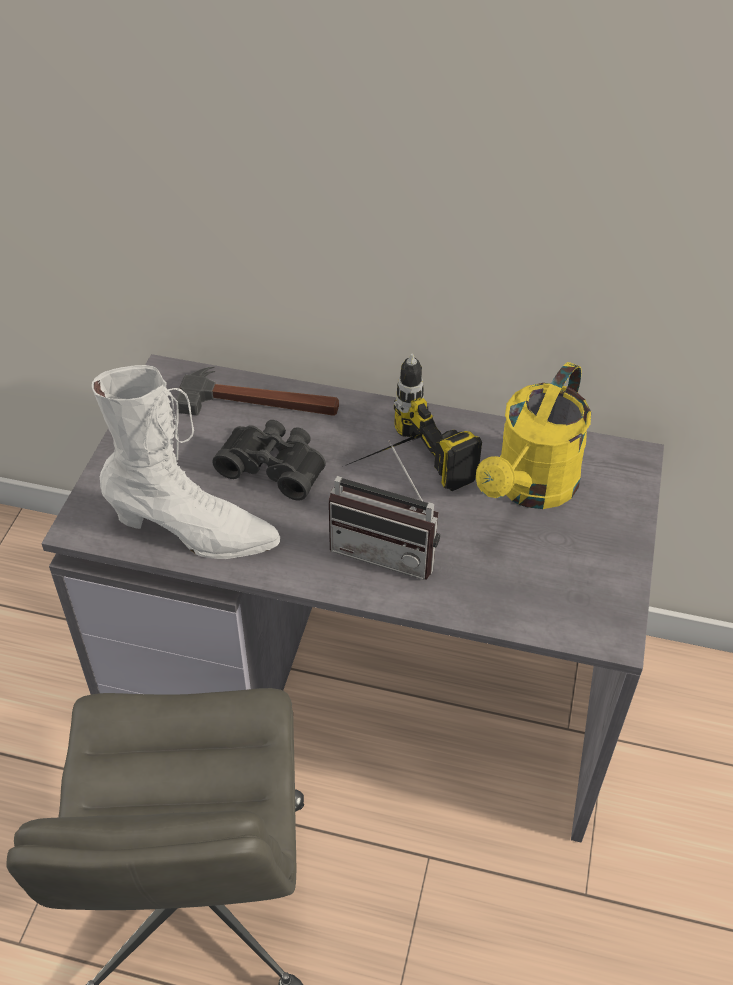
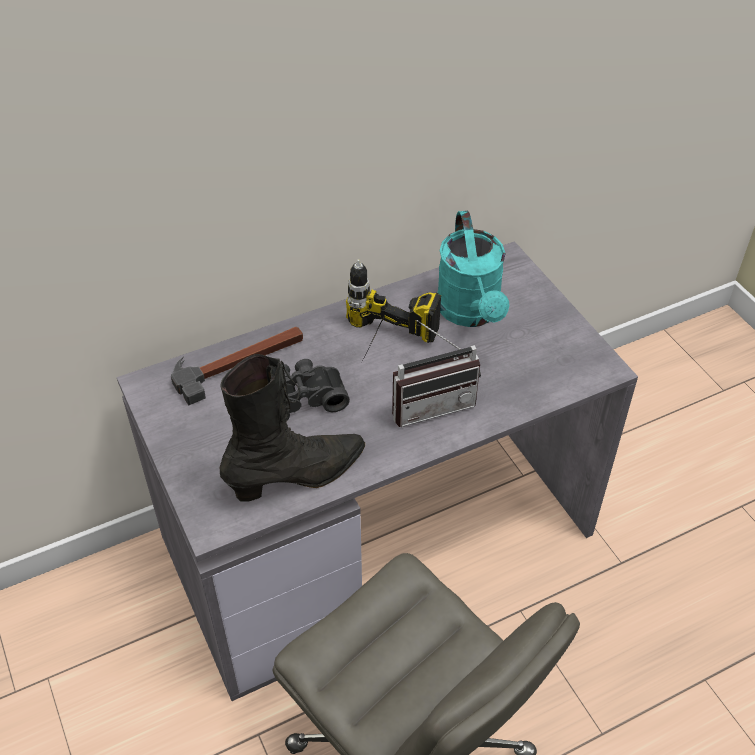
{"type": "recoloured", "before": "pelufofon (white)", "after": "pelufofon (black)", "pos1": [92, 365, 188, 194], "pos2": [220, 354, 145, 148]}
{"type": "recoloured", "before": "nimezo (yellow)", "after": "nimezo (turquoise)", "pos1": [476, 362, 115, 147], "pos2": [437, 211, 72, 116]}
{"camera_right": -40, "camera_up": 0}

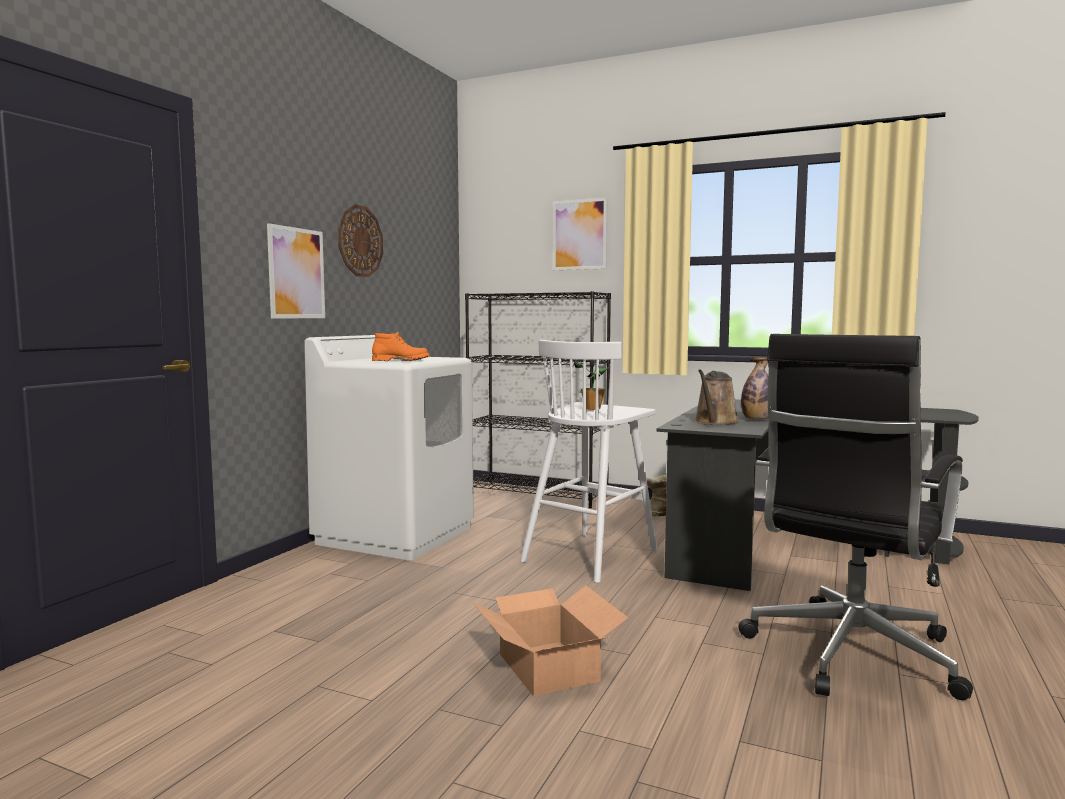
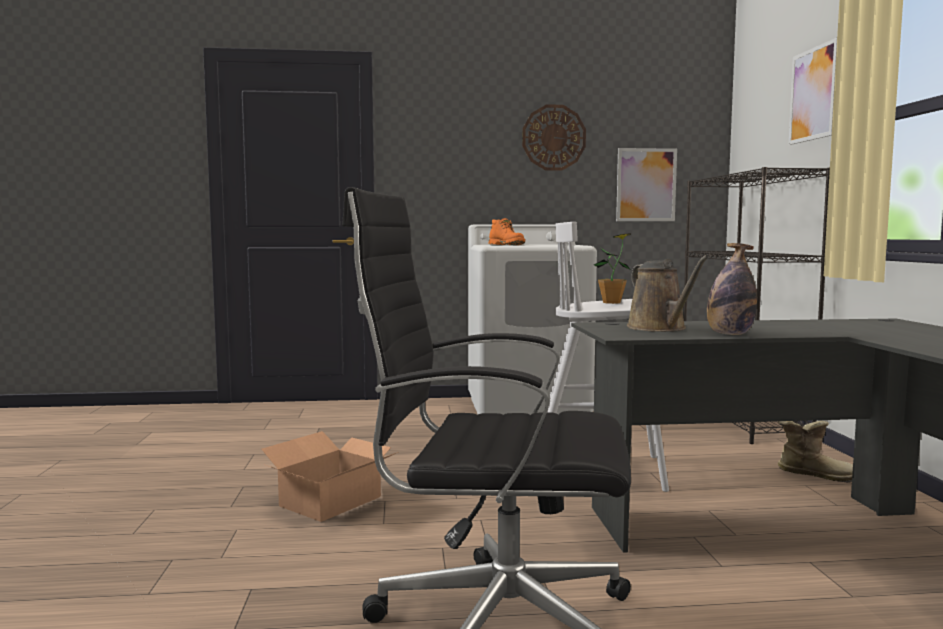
{"type": "moved", "before": "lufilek", "pos1": [267, 223, 58, 95], "pos2": [616, 148, 61, 73]}
{"type": "turned", "before": "nimezo (brown)", "pos1": [694, 369, 45, 56], "pos2": [627, 255, 83, 77], "turn": -105}
{"camera_right": 60, "camera_up": 0}

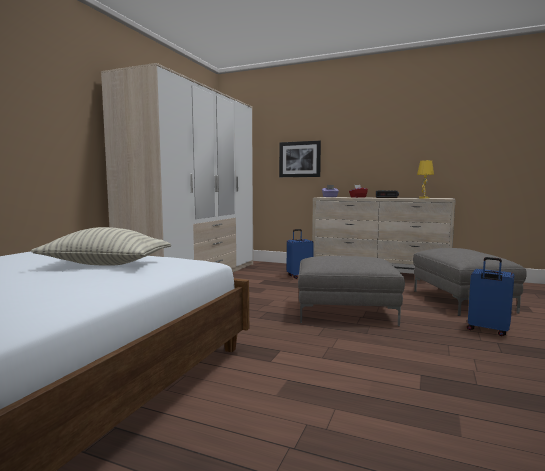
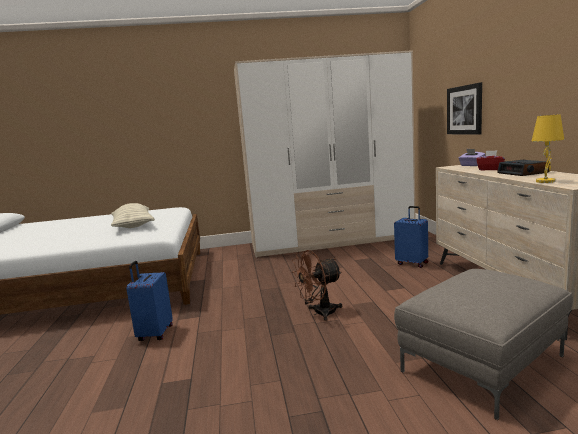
{"type": "moved", "before": "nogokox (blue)", "pos1": [467, 257, 47, 79], "pos2": [126, 261, 47, 80]}
{"type": "replaced", "before": "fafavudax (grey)", "after": "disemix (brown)", "pos1": [298, 256, 107, 70], "pos2": [291, 250, 51, 71]}
{"camera_right": 60, "camera_up": 5}

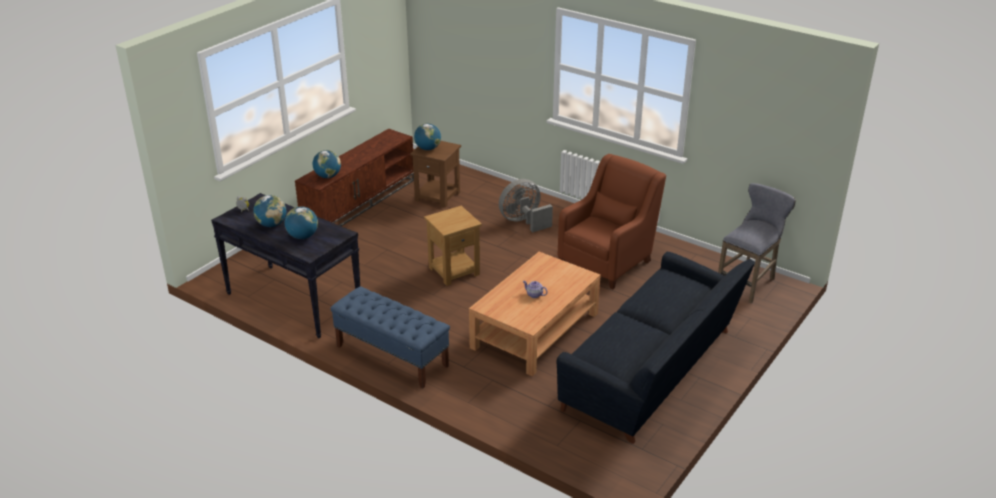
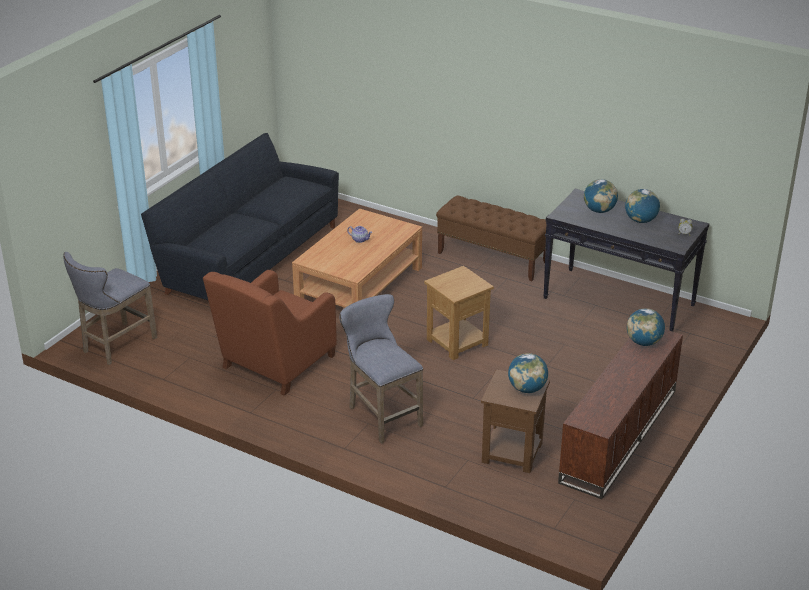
{"type": "replaced", "before": "disemix (grey)", "after": "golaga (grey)", "pos1": [499, 179, 54, 53], "pos2": [339, 294, 84, 150]}
{"type": "recoloured", "before": "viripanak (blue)", "after": "viripanak (brown)", "pos1": [330, 286, 120, 102], "pos2": [436, 195, 111, 86]}
{"camera_right": 175, "camera_up": 0}

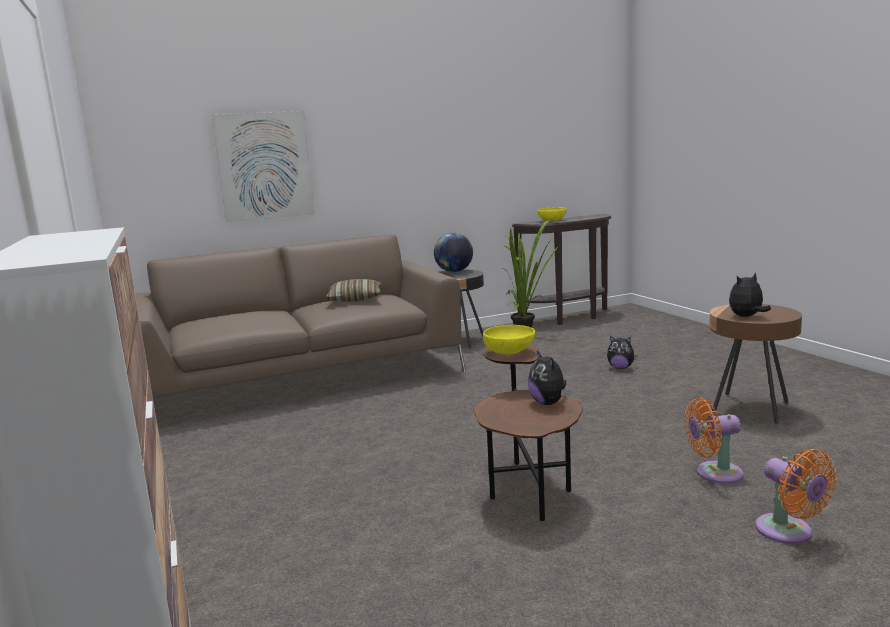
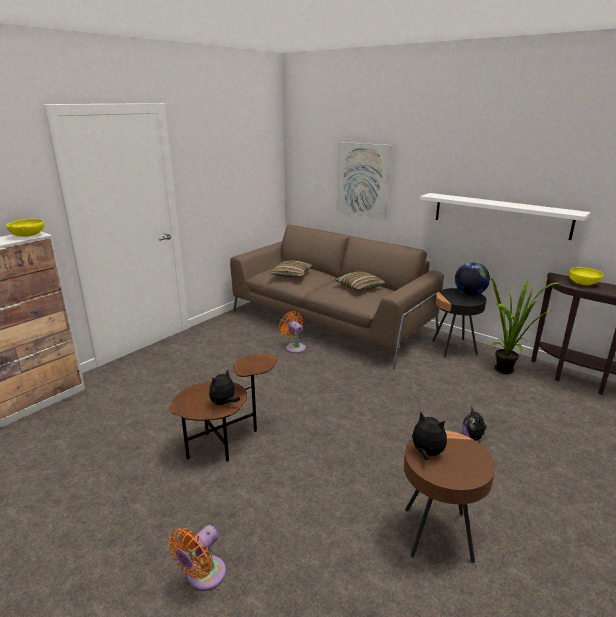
{"type": "added", "after": "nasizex", "pos2": [269, 260, 43, 18]}
{"type": "added", "after": "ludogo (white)", "pos2": [420, 193, 171, 47]}
{"type": "moved", "before": "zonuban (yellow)", "pos1": [483, 325, 52, 30], "pos2": [7, 219, 38, 18]}
{"type": "moved", "before": "disemix (orange)", "pos1": [685, 398, 58, 86], "pos2": [279, 311, 27, 42]}
{"camera_right": 60, "camera_up": 10}

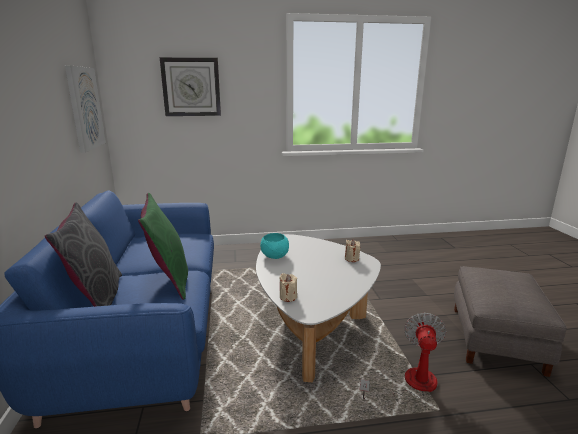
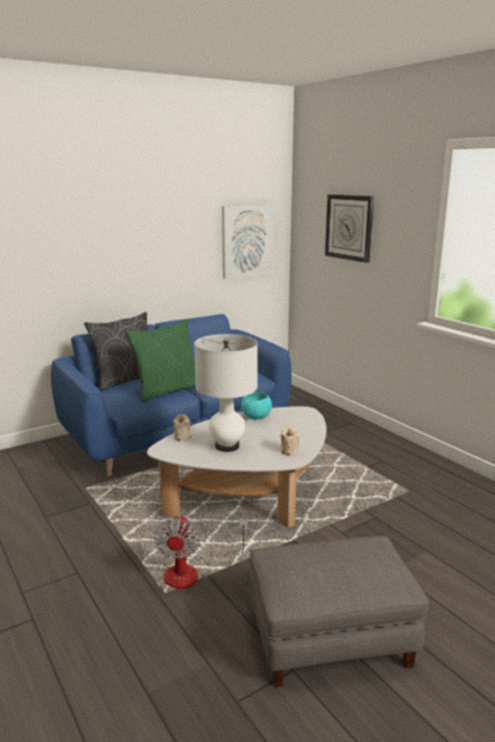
{"type": "added", "after": "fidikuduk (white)", "pos2": [194, 334, 64, 118]}
{"type": "turned", "before": "disemix", "pos1": [360, 313, 86, 90], "pos2": [154, 515, 94, 74], "turn": 105}
{"camera_right": 65, "camera_up": 0}

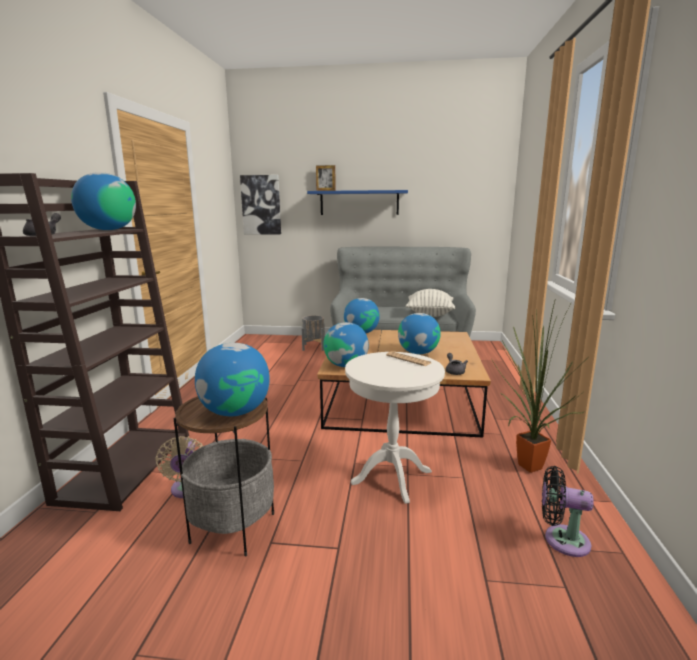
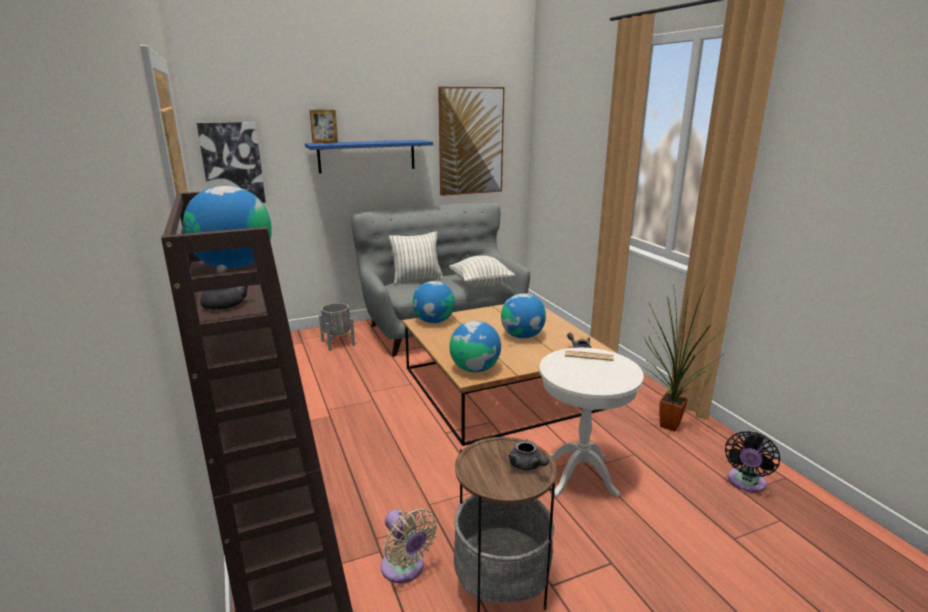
{"type": "added", "after": "nasizex", "pos2": [389, 232, 54, 53]}
{"type": "added", "after": "lufilek", "pos2": [438, 87, 67, 109]}
{"type": "replaced", "before": "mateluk", "after": "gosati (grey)", "pos1": [195, 343, 75, 73], "pos2": [508, 440, 41, 31]}
{"type": "turned", "before": "disemix (black)", "pos1": [542, 466, 52, 91], "pos2": [725, 431, 55, 62], "turn": -45}
{"camera_right": -30, "camera_up": 5}

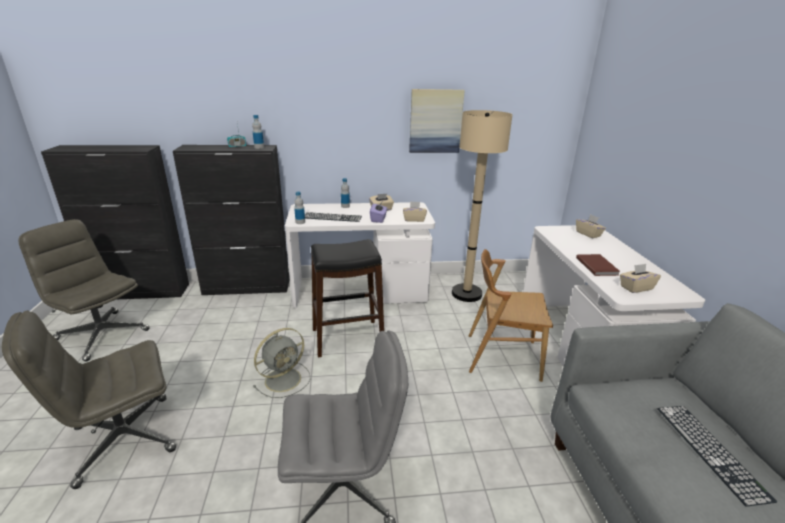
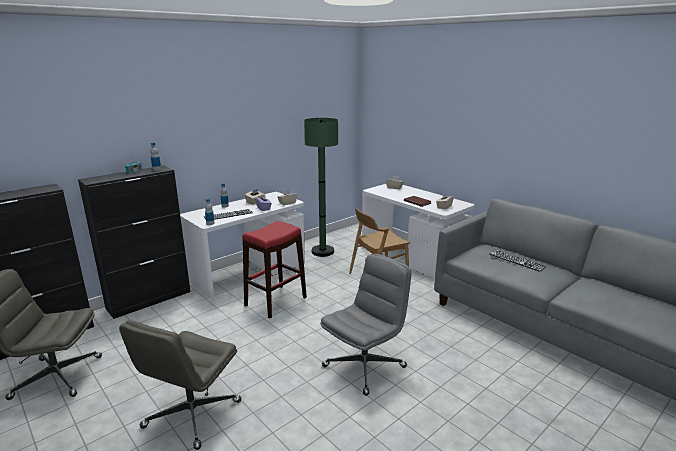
{"type": "removed", "before": "disemix (grey)", "pos1": [253, 328, 57, 70]}
{"type": "removed", "before": "lufilek", "pos1": [409, 89, 56, 64]}
{"type": "recoloured", "before": "golaga (black)", "after": "golaga (red)", "pos1": [311, 239, 73, 119], "pos2": [242, 221, 65, 98]}
{"type": "recoloured", "before": "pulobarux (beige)", "after": "pulobarux (green)", "pos1": [452, 110, 61, 192], "pos2": [304, 118, 34, 139]}
{"camera_right": -35, "camera_up": -5}

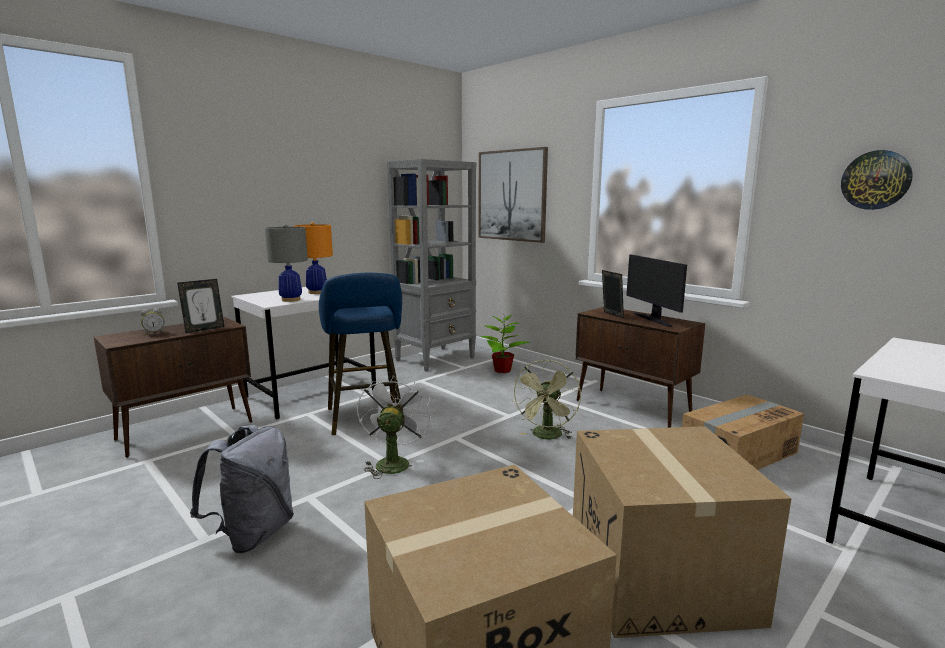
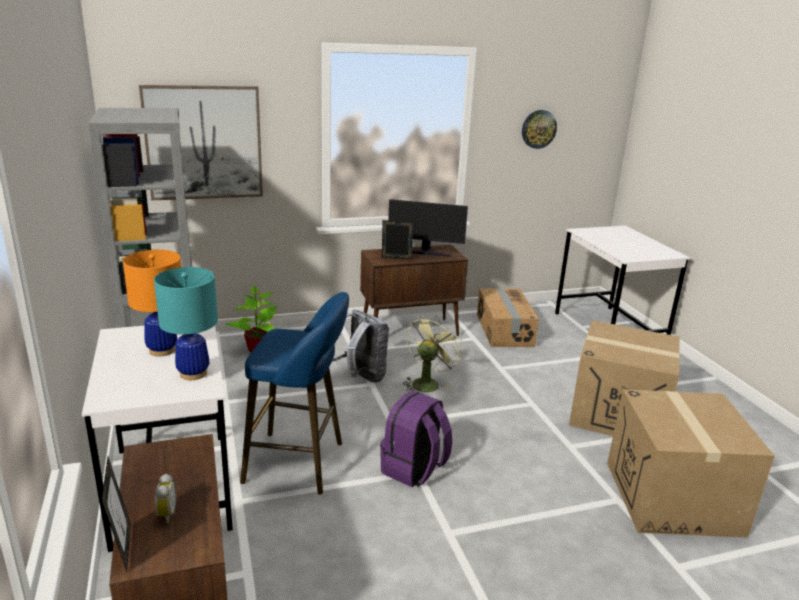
{"type": "moved", "before": "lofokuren", "pos1": [177, 279, 48, 54], "pos2": [102, 457, 29, 115]}
{"type": "moved", "before": "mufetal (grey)", "pos1": [190, 425, 104, 128], "pos2": [332, 310, 57, 73]}
{"type": "replaced", "before": "disemix (white)", "after": "mufetal (purple)", "pos1": [357, 375, 74, 104], "pos2": [380, 390, 72, 97]}
{"type": "recoloured", "before": "fidikuduk (grey)", "after": "fidikuduk (turquoise)", "pos1": [265, 224, 43, 78], "pos2": [154, 267, 64, 113]}
{"type": "turned", "before": "disemix (green)", "pos1": [513, 360, 68, 79], "pos2": [403, 315, 60, 77], "turn": -105}
{"camera_right": -65, "camera_up": 10}

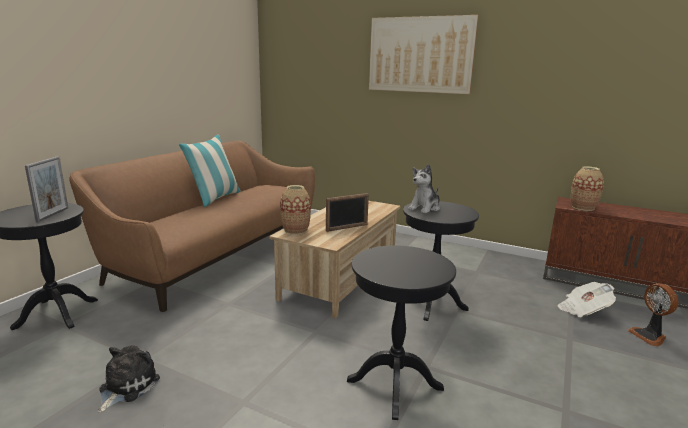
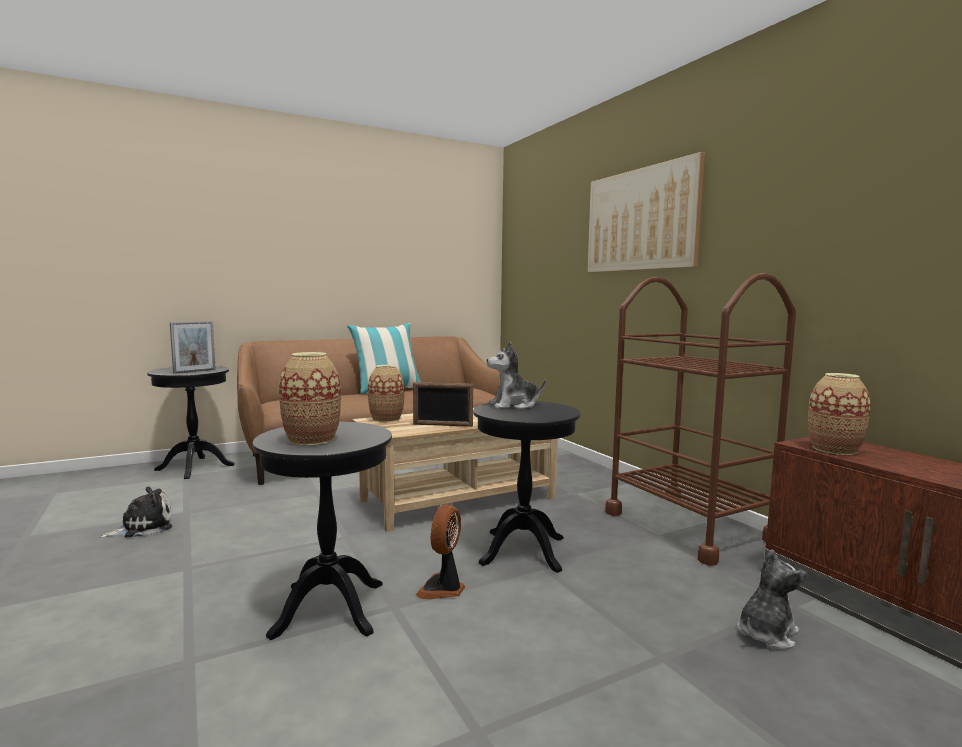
{"type": "added", "after": "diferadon", "pos2": [279, 352, 62, 93]}
{"type": "added", "after": "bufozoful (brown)", "pos2": [605, 273, 191, 293]}
{"type": "moved", "before": "disemix", "pos1": [628, 283, 50, 64], "pos2": [416, 504, 49, 95]}
{"type": "replaced", "before": "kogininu", "after": "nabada", "pos1": [558, 282, 58, 35], "pos2": [737, 549, 69, 101]}
{"camera_right": 35, "camera_up": -10}

